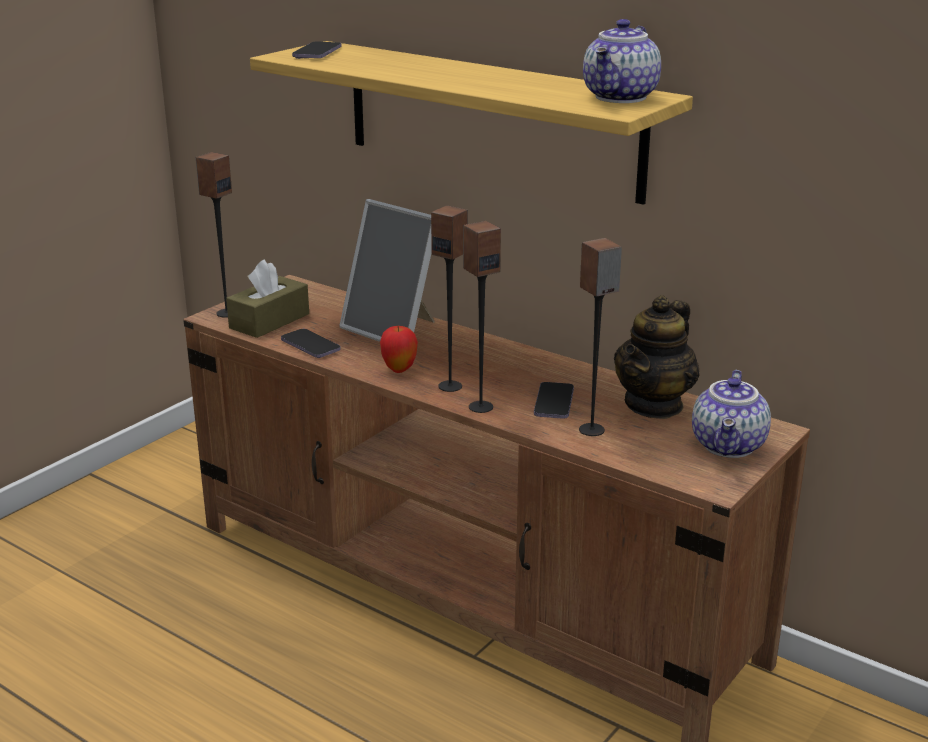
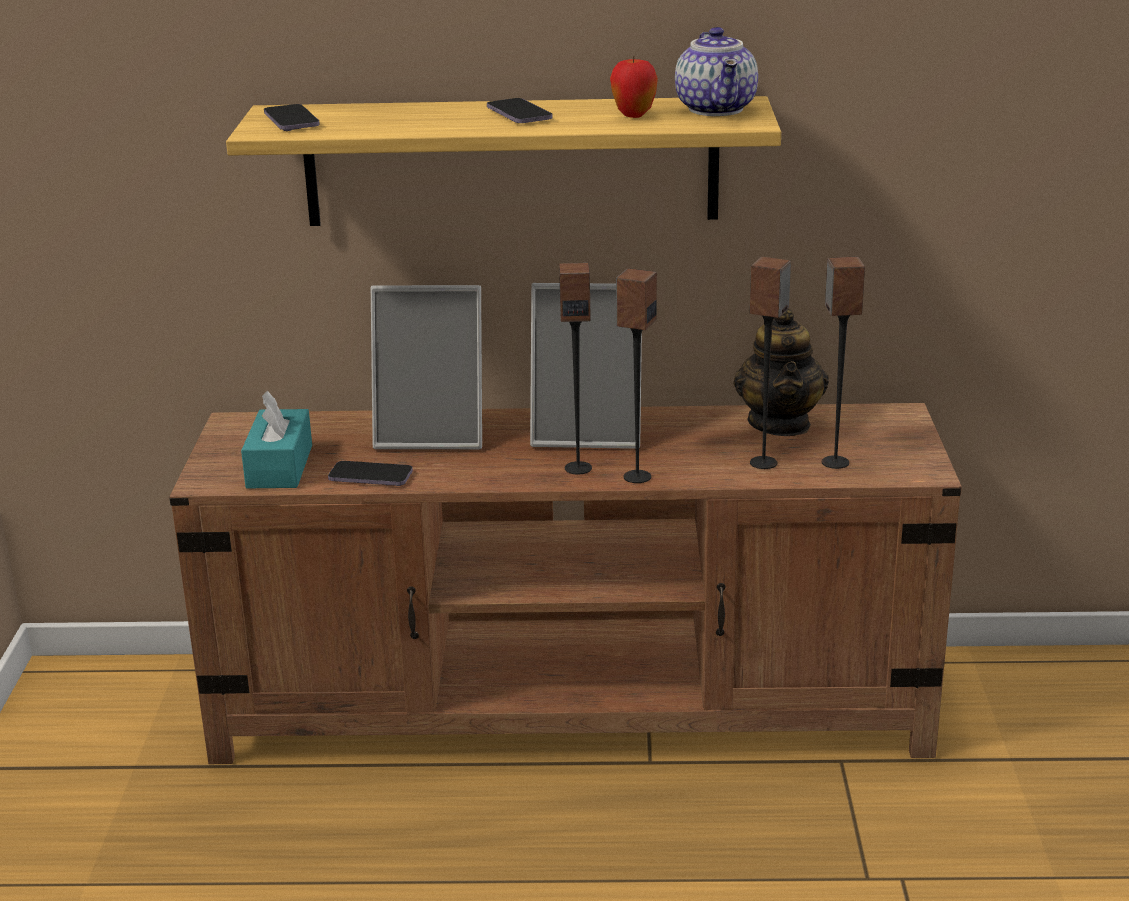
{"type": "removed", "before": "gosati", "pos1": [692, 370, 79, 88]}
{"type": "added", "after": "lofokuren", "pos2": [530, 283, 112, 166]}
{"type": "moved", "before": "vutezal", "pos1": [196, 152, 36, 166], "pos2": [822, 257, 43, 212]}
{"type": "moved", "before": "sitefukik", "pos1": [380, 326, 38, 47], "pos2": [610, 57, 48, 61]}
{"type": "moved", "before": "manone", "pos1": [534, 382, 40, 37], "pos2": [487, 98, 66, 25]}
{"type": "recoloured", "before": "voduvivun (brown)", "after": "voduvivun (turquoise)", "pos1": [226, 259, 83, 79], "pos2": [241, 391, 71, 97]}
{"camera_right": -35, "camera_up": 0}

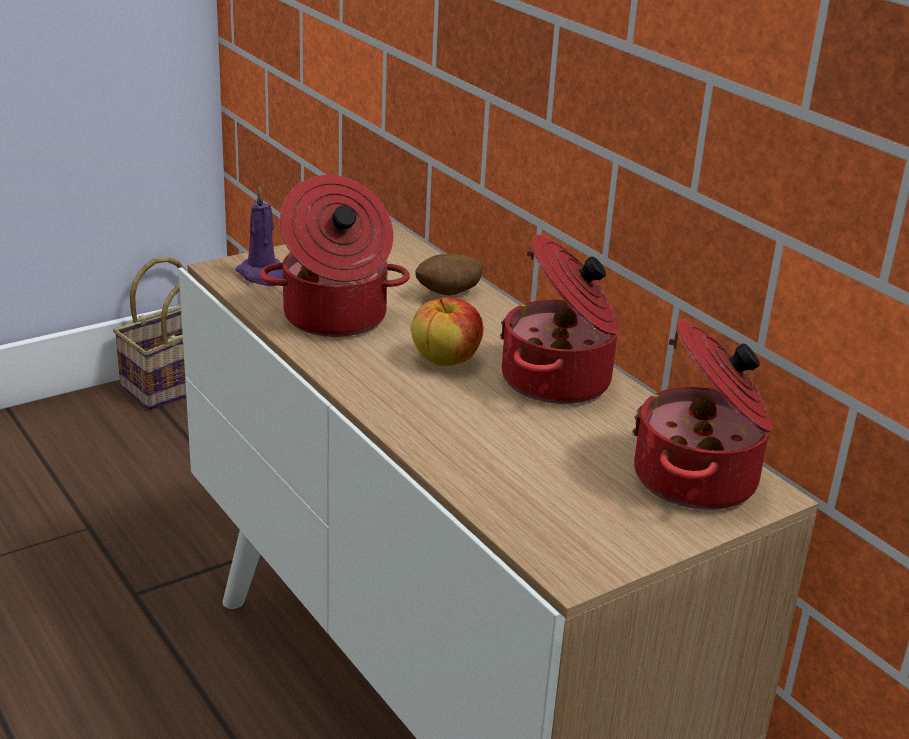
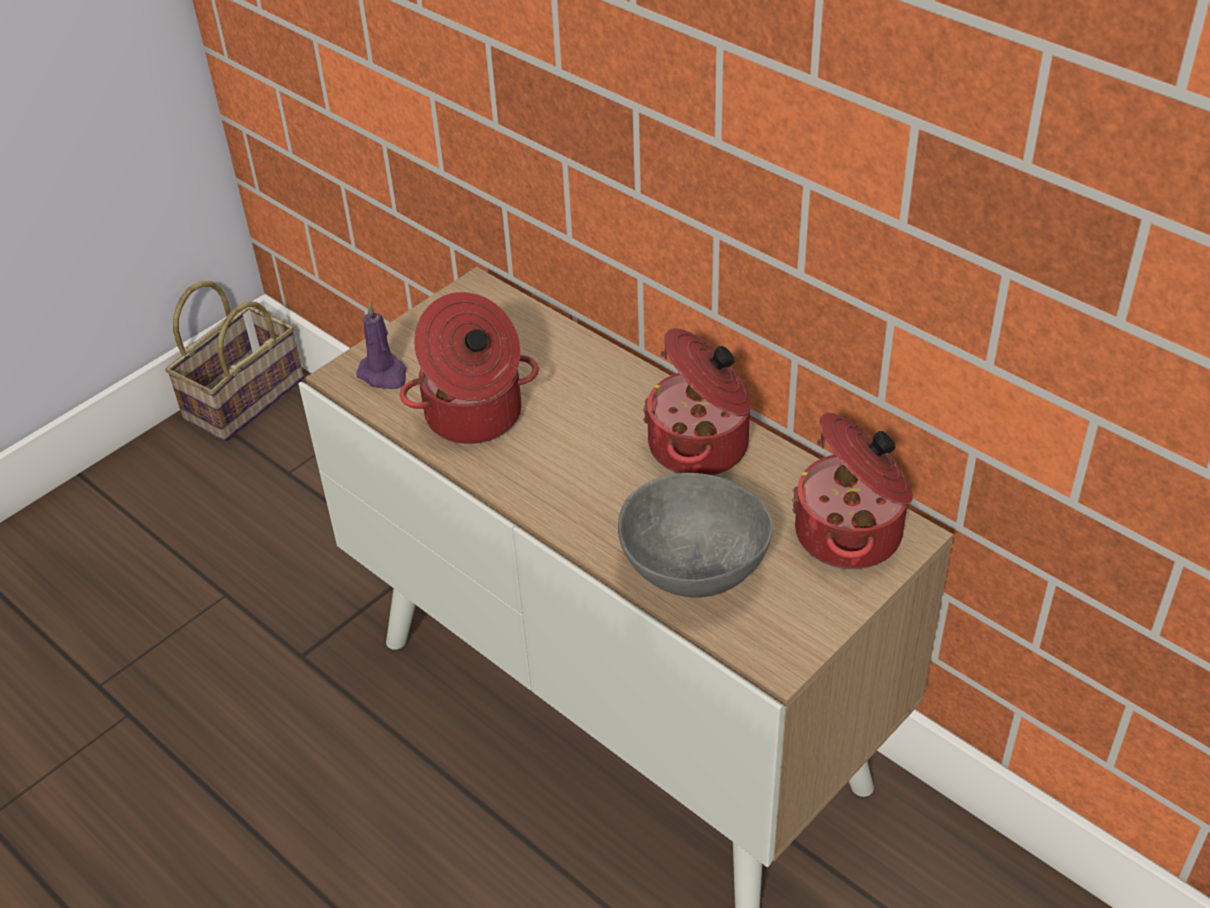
{"type": "removed", "before": "sitefukik", "pos1": [411, 297, 73, 69]}
{"type": "removed", "before": "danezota", "pos1": [415, 254, 68, 42]}
{"type": "added", "after": "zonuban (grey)", "pos2": [618, 473, 155, 125]}
{"camera_right": -10, "camera_up": 15}

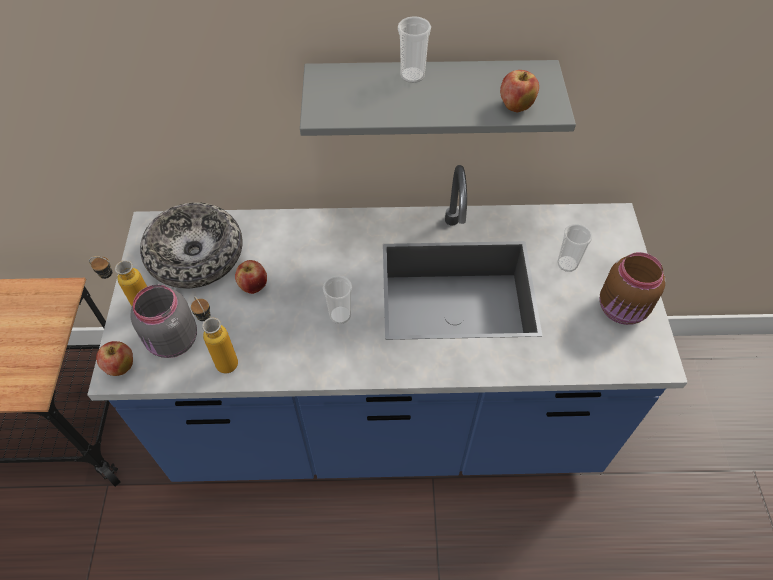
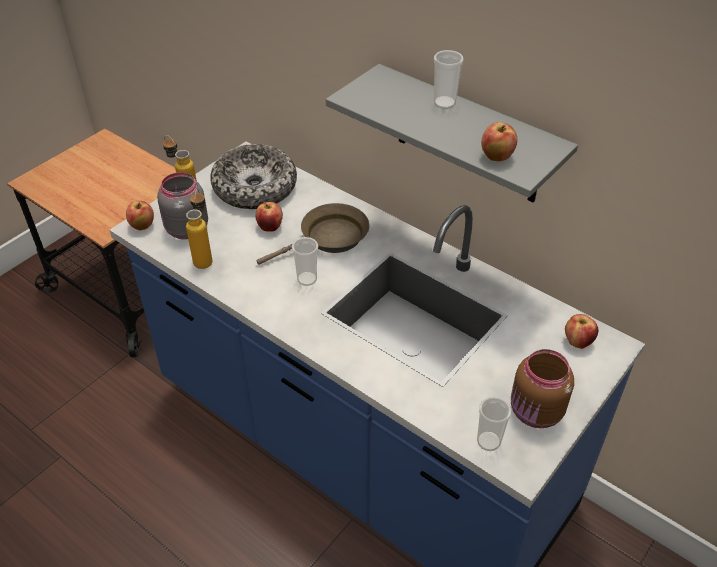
{"type": "added", "after": "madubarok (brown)", "pos2": [256, 203, 113, 62]}
{"type": "added", "after": "sitefukik", "pos2": [565, 314, 33, 35]}
{"type": "moved", "before": "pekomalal", "pos1": [557, 224, 35, 48], "pos2": [477, 396, 35, 55]}
{"camera_right": 40, "camera_up": -10}

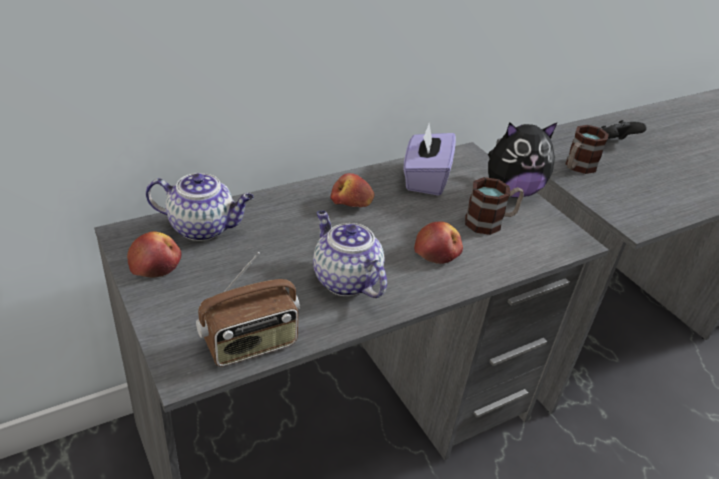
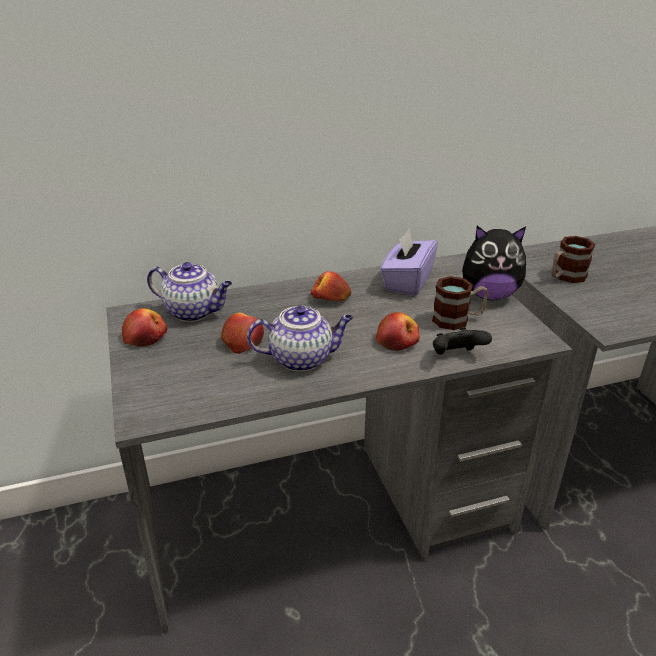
{"type": "removed", "before": "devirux", "pos1": [196, 252, 104, 115]}
{"type": "added", "after": "sitefukik", "pos2": [221, 313, 43, 41]}
{"type": "moved", "before": "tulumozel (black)", "pos1": [601, 120, 46, 19], "pos2": [433, 327, 59, 28]}
{"type": "turned", "before": "gosati", "pos1": [313, 211, 74, 87], "pos2": [247, 305, 106, 67], "turn": 105}
{"camera_right": 15, "camera_up": -5}

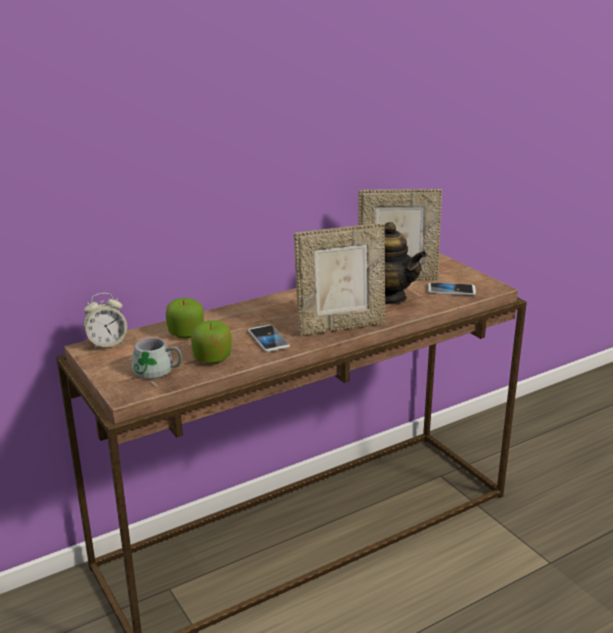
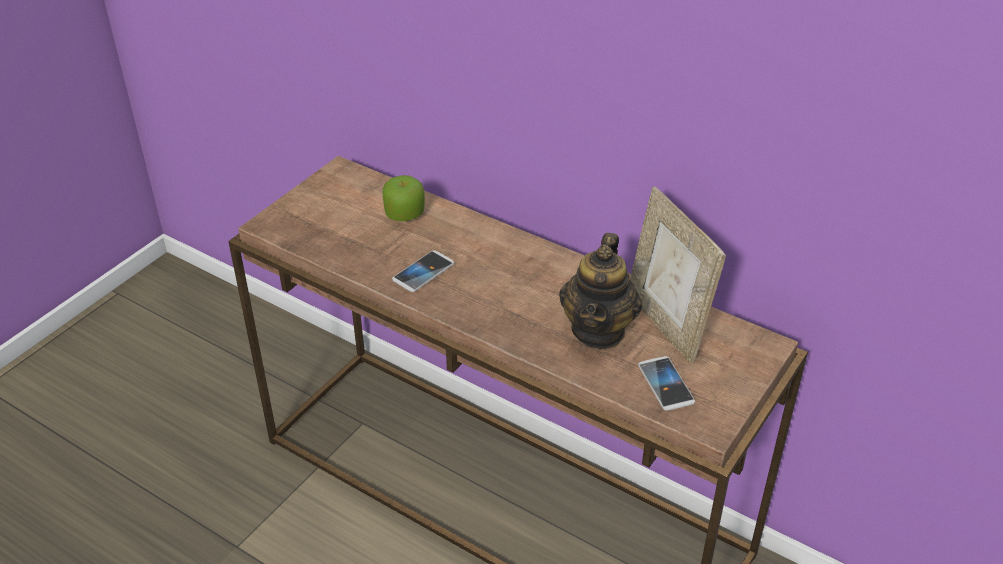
{"type": "removed", "before": "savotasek", "pos1": [84, 293, 43, 56]}
{"type": "removed", "before": "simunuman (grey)", "pos1": [132, 338, 50, 48]}
{"type": "removed", "before": "sitefukik", "pos1": [191, 320, 41, 44]}
{"type": "removed", "before": "lofokuren", "pos1": [294, 223, 91, 113]}
{"camera_right": 65, "camera_up": 15}

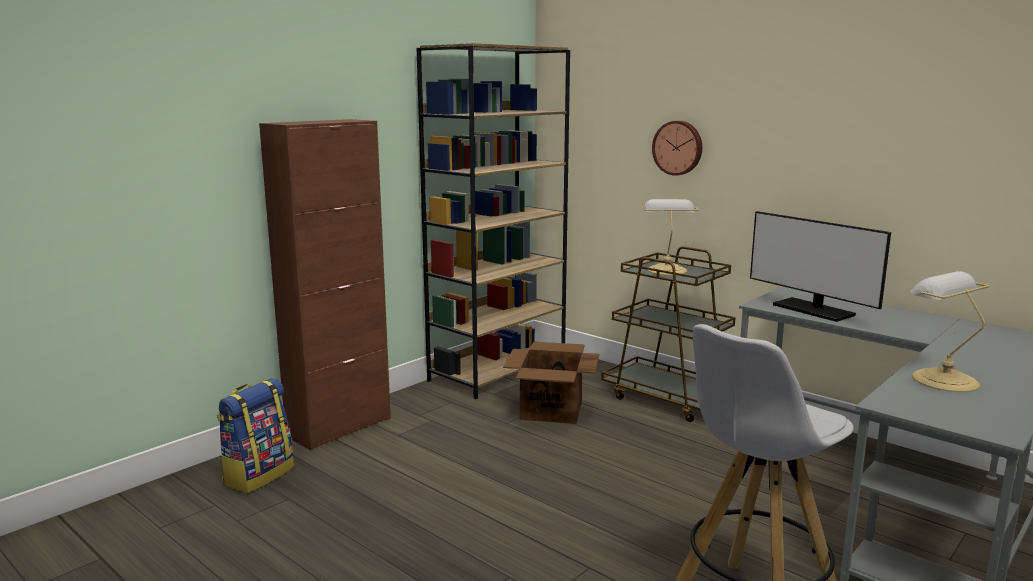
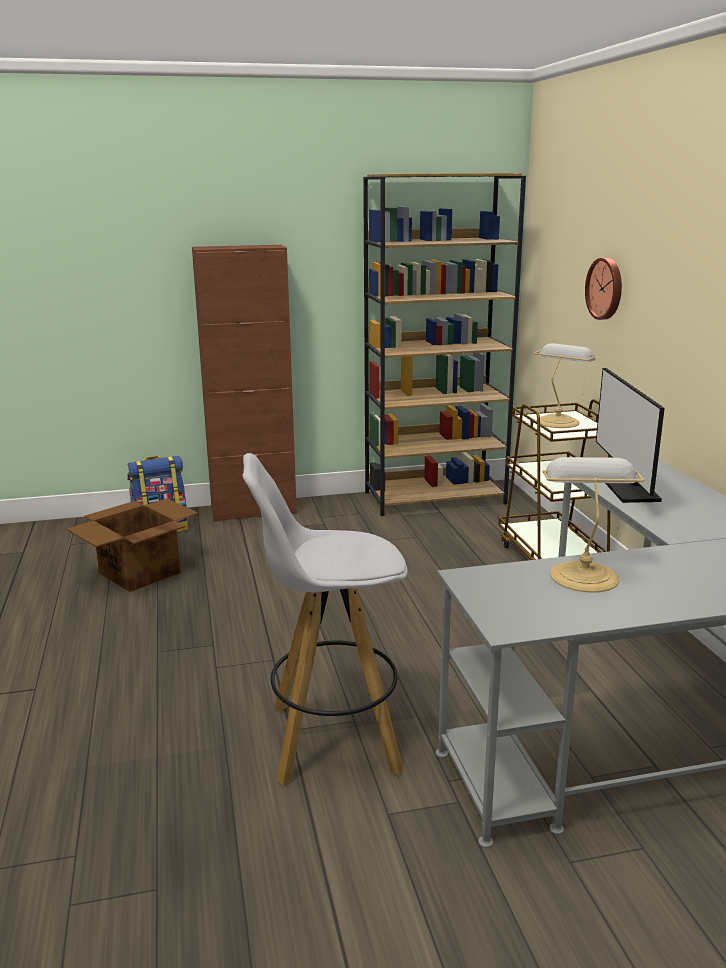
{"type": "moved", "before": "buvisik", "pos1": [503, 342, 96, 82], "pos2": [66, 499, 132, 93]}
{"camera_right": 35, "camera_up": 5}

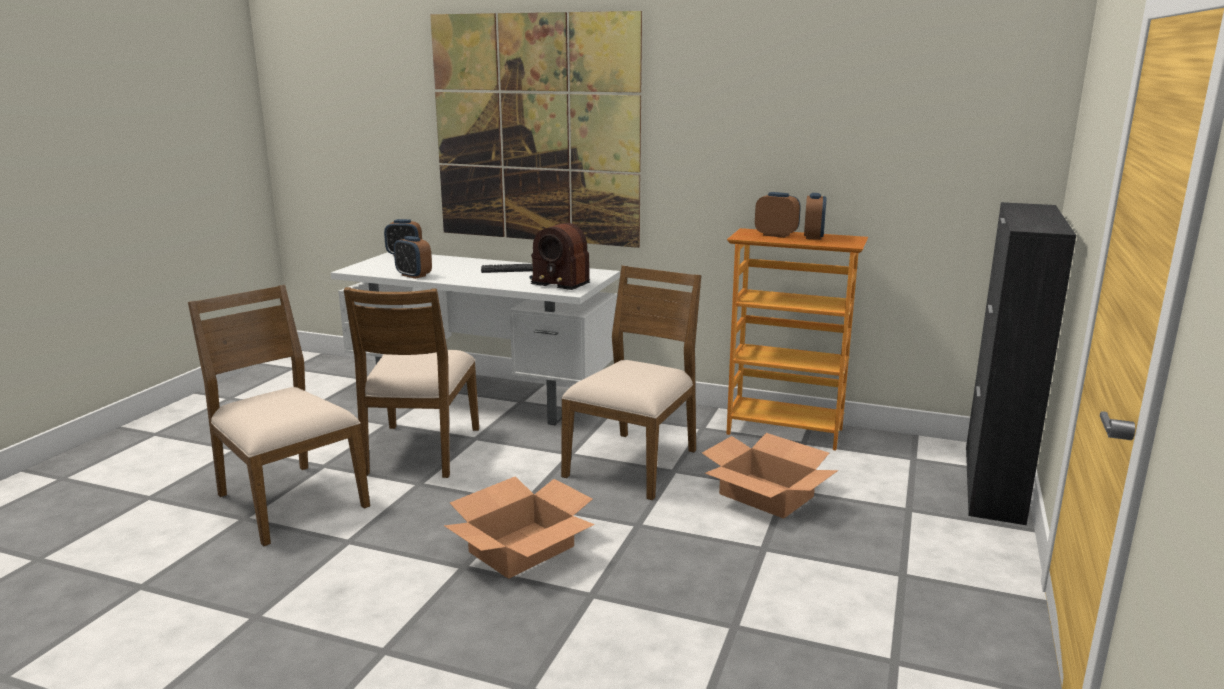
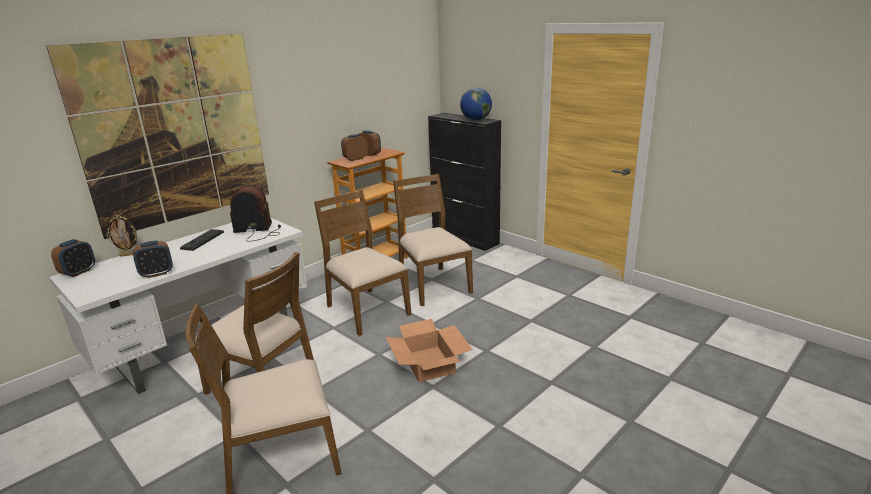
{"type": "added", "after": "lofokuren", "pos2": [106, 215, 32, 42]}
{"type": "added", "after": "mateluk", "pos2": [460, 88, 32, 32]}
{"type": "replaced", "before": "buvisik", "after": "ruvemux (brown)", "pos1": [702, 433, 137, 86], "pos2": [393, 174, 80, 132]}
{"type": "turned", "before": "devirux", "pos1": [529, 223, 61, 67], "pos2": [230, 185, 51, 56], "turn": -150}
{"camera_right": -65, "camera_up": 5}

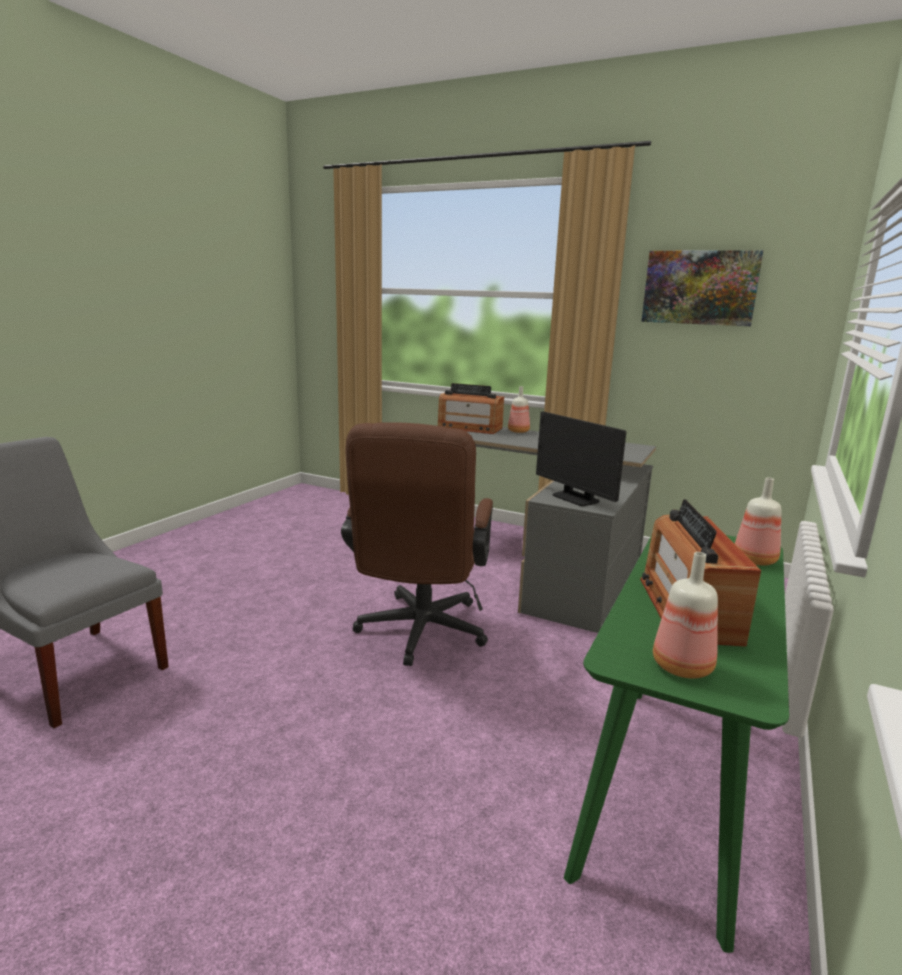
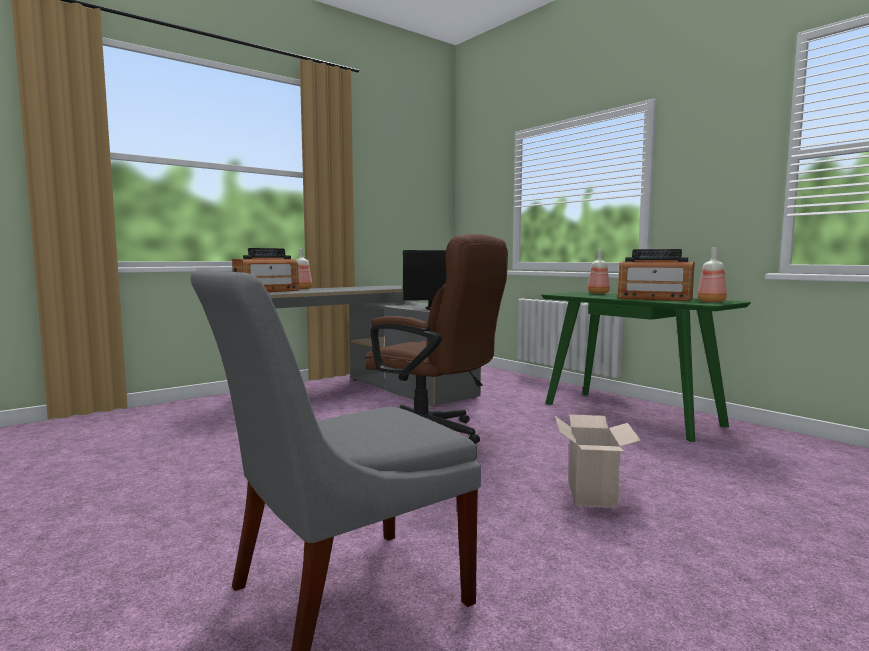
{"type": "removed", "before": "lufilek", "pos1": [641, 250, 123, 76]}
{"type": "added", "after": "buvisik", "pos2": [555, 415, 86, 93]}
{"camera_right": -65, "camera_up": -10}

